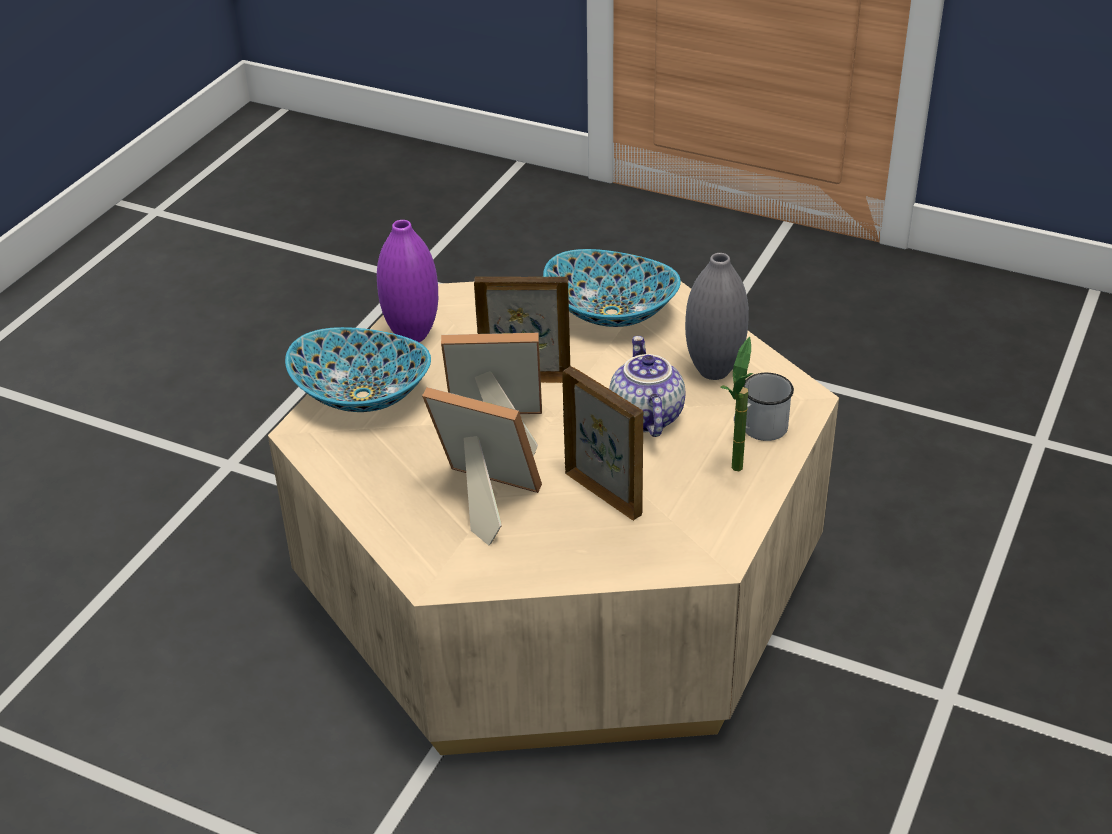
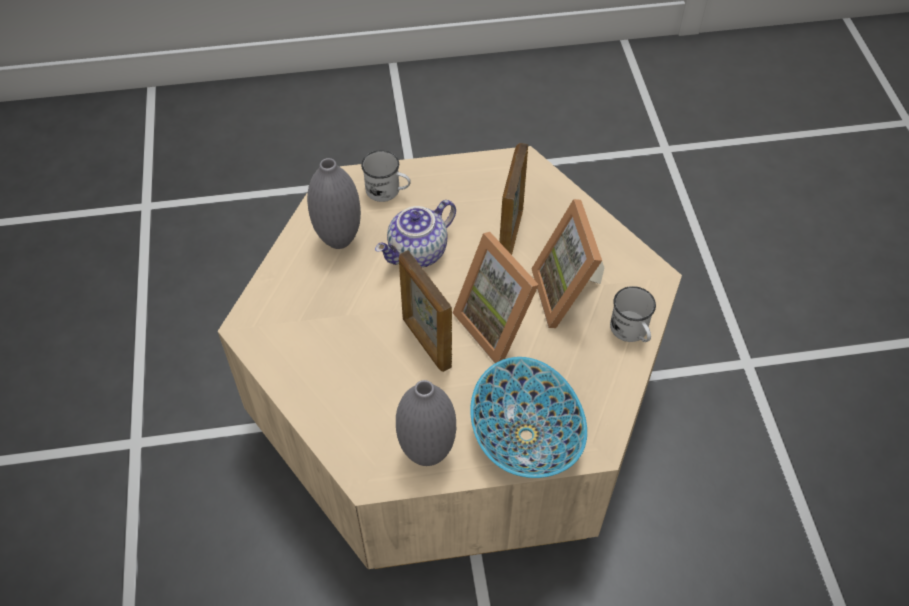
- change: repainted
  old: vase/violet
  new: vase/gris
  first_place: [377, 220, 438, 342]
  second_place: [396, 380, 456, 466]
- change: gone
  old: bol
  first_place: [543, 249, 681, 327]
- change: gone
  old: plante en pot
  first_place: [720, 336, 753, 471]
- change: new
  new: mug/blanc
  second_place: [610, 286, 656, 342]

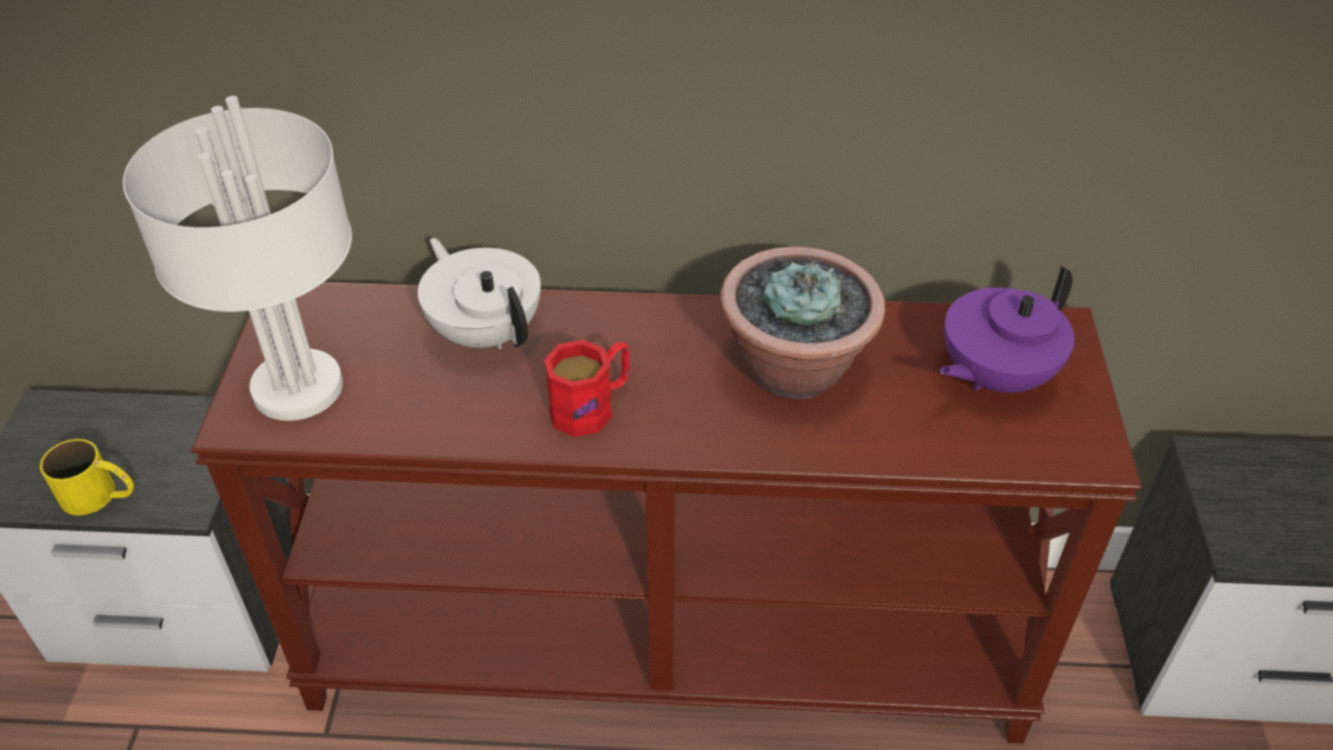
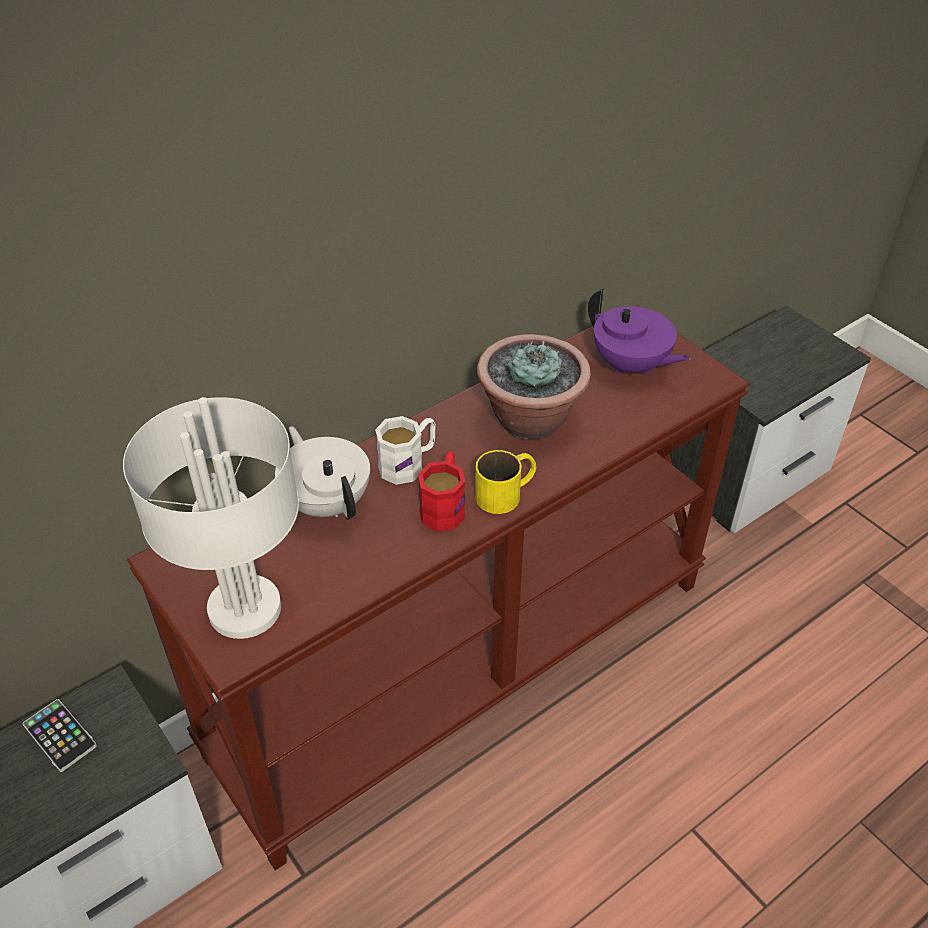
- change: rotated
  old: théière/blanc
  first_place: [418, 238, 541, 349]
  second_place: [275, 426, 370, 520]
  degrees: 45
- change: rotated
  old: théière/violet
  first_place: [940, 266, 1074, 393]
  second_place: [588, 289, 690, 375]
  degrees: -60
- change: shifted
  old: mug/jaune
  first_place: [40, 439, 134, 516]
  second_place: [475, 450, 537, 514]
- change: new
  new: mug/blanc
  second_place: [375, 416, 436, 485]
- change: new
  new: téléphone
  second_place: [23, 699, 97, 772]

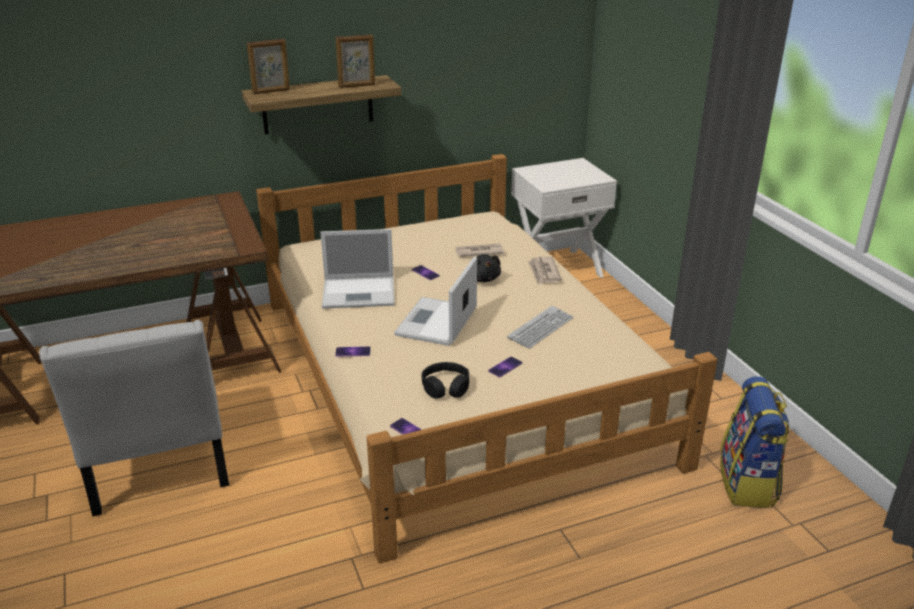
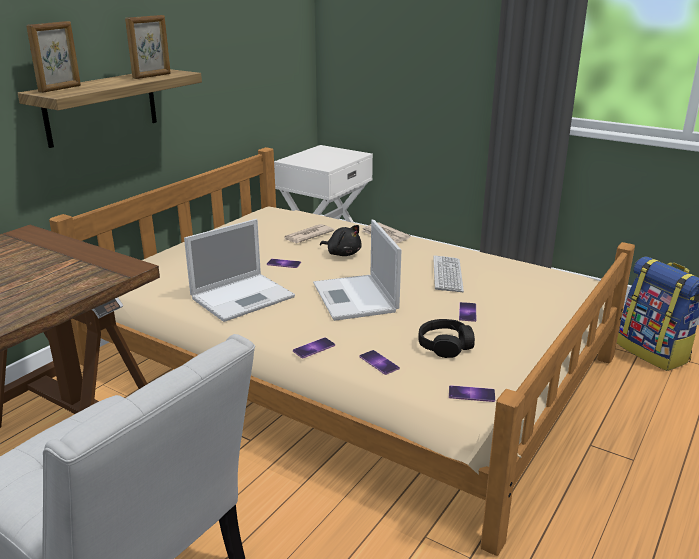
- change: new
  new: téléphone
  second_place: [360, 350, 400, 375]

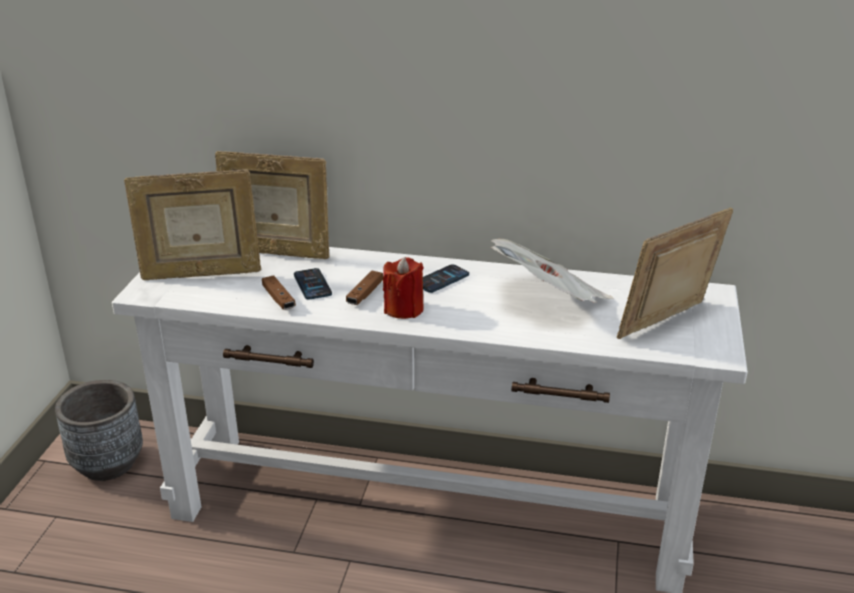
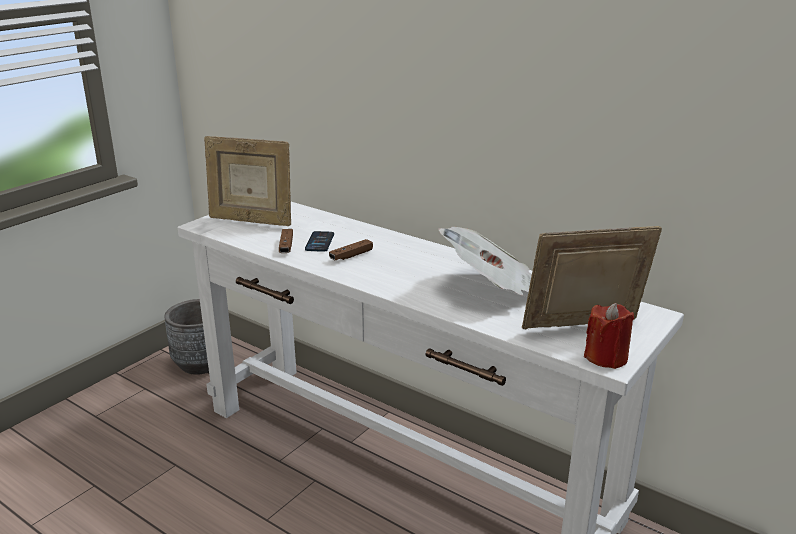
- change: gone
  old: cadre photo
  first_place: [215, 151, 329, 259]
- change: shifted
  old: bougie/rouge
  first_place: [383, 257, 424, 319]
  second_place: [584, 303, 634, 369]
- change: gone
  old: téléphone
  first_place: [423, 264, 469, 293]

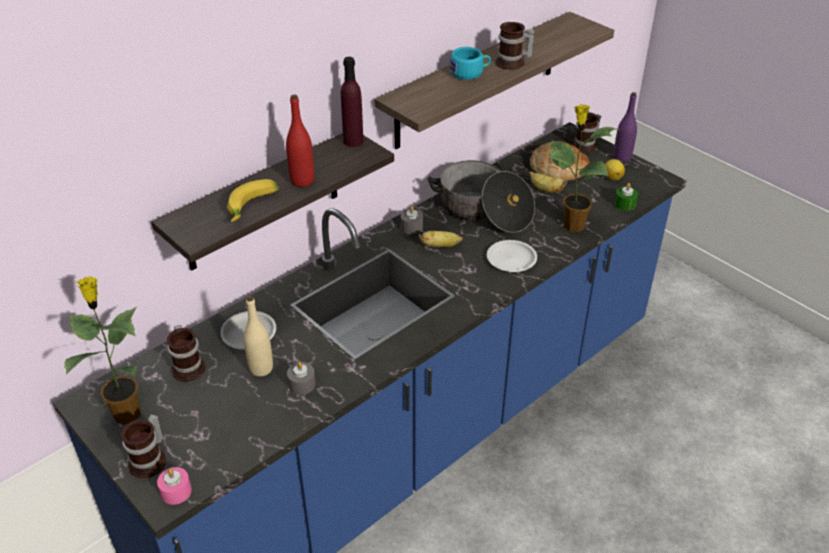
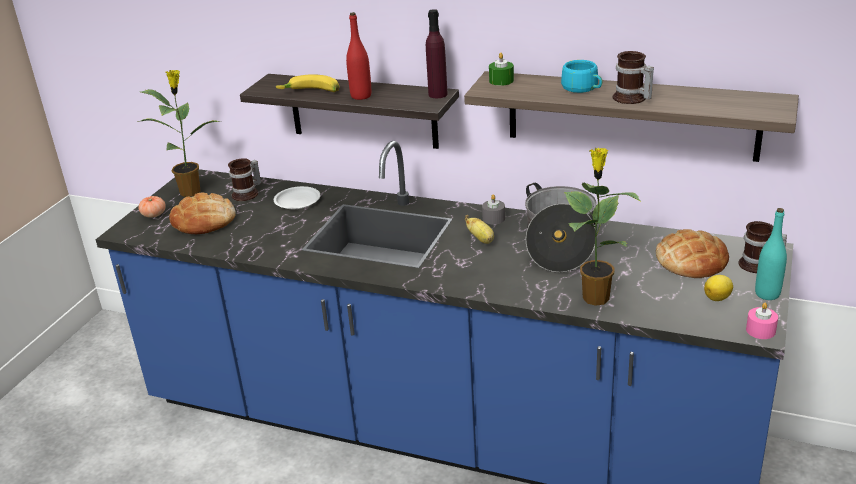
- change: repainted
  old: bouteille/violet
  new: bouteille/turquoise
  first_place: [613, 92, 637, 162]
  second_place: [755, 208, 787, 300]
- change: gone
  old: banane
  first_place: [530, 172, 567, 193]
- change: shifted
  old: bougie/vert
  first_place: [614, 183, 638, 211]
  second_place: [489, 53, 514, 86]
- change: gone
  old: assiette/blanc
  first_place: [487, 240, 537, 272]
- change: gone
  old: bouteille/beige
  first_place: [243, 296, 273, 377]
- change: gone
  old: bougie/gris
  first_place: [287, 362, 316, 395]
- change: swapped
  old: mug
  new: tomate
  first_place: [121, 414, 166, 478]
  second_place: [139, 196, 166, 218]
- change: shifted
  old: bougie/rose
  first_place: [157, 467, 192, 505]
  second_place: [746, 302, 778, 339]
- change: new
  new: pain
  second_place: [169, 192, 236, 234]

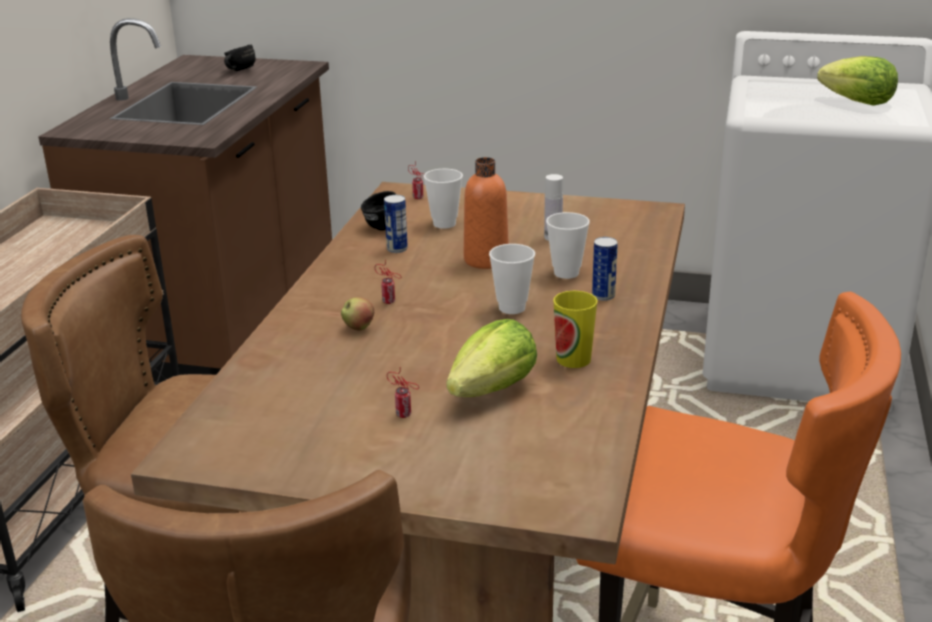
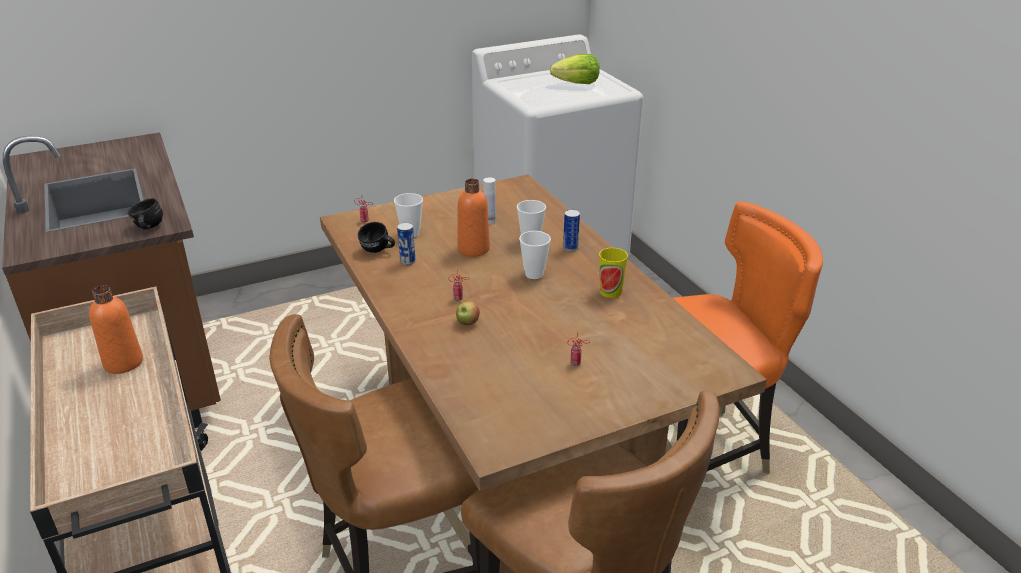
- change: shifted
  old: mug/noir
  first_place: [224, 45, 256, 71]
  second_place: [128, 198, 163, 230]
- change: gone
  old: laitue
  first_place: [446, 319, 537, 397]
- change: new
  new: bouteille/orange
  second_place: [89, 286, 143, 374]

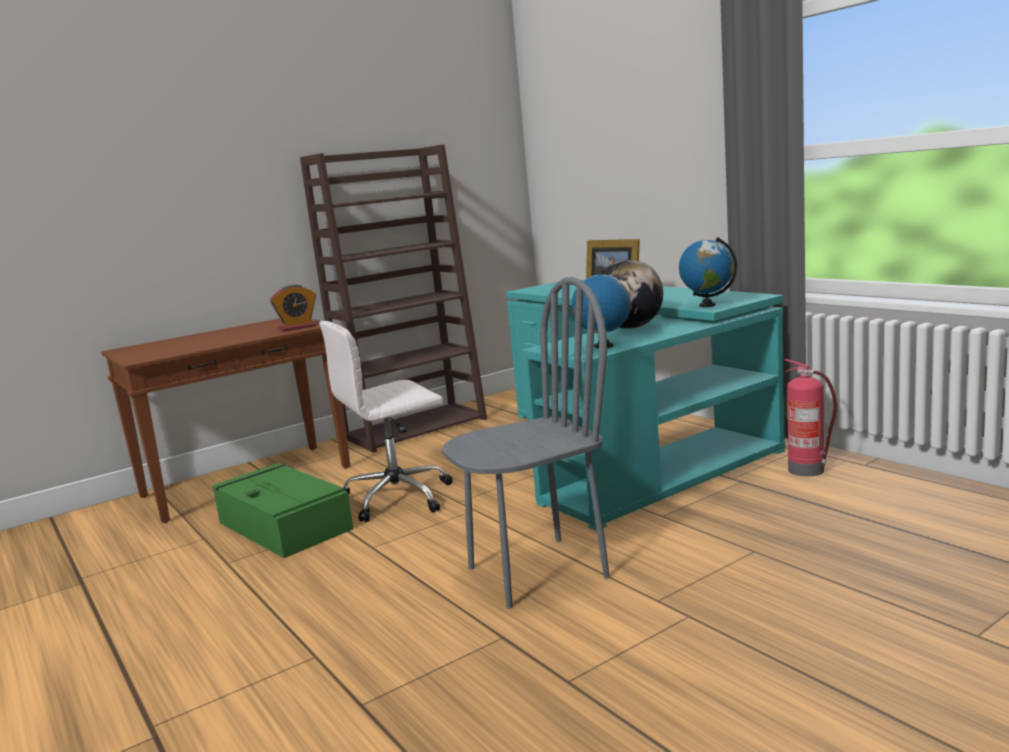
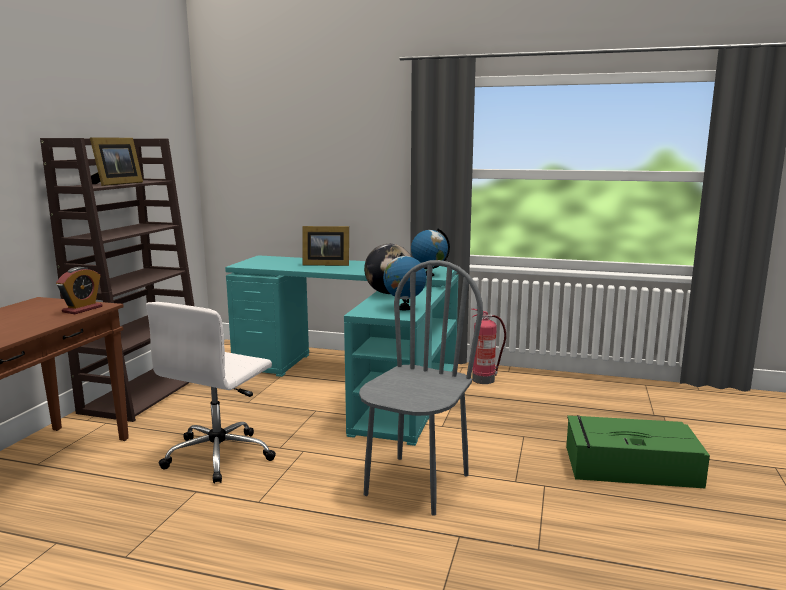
- change: shifted
  old: boîte de rangement/vert
  first_place: [212, 463, 353, 558]
  second_place: [566, 415, 710, 489]
- change: new
  new: cadre photo
  second_place: [90, 137, 143, 186]

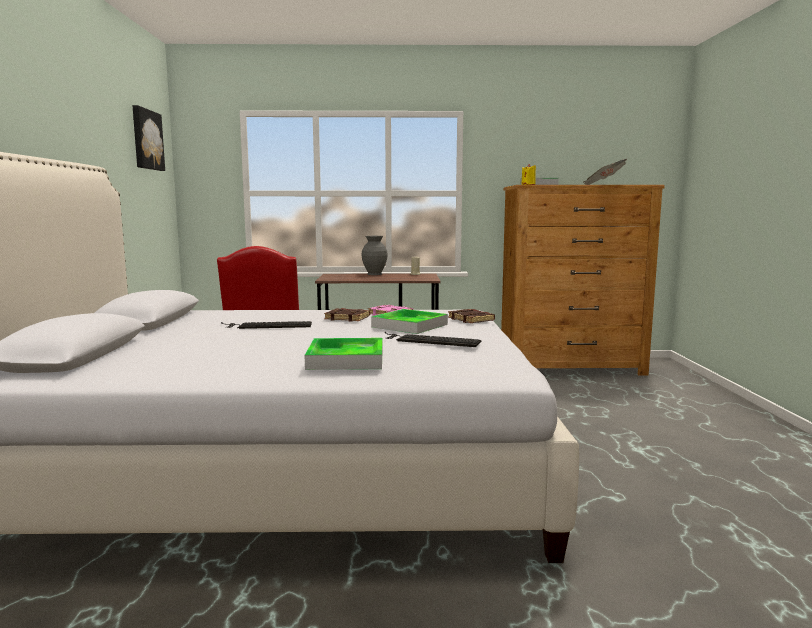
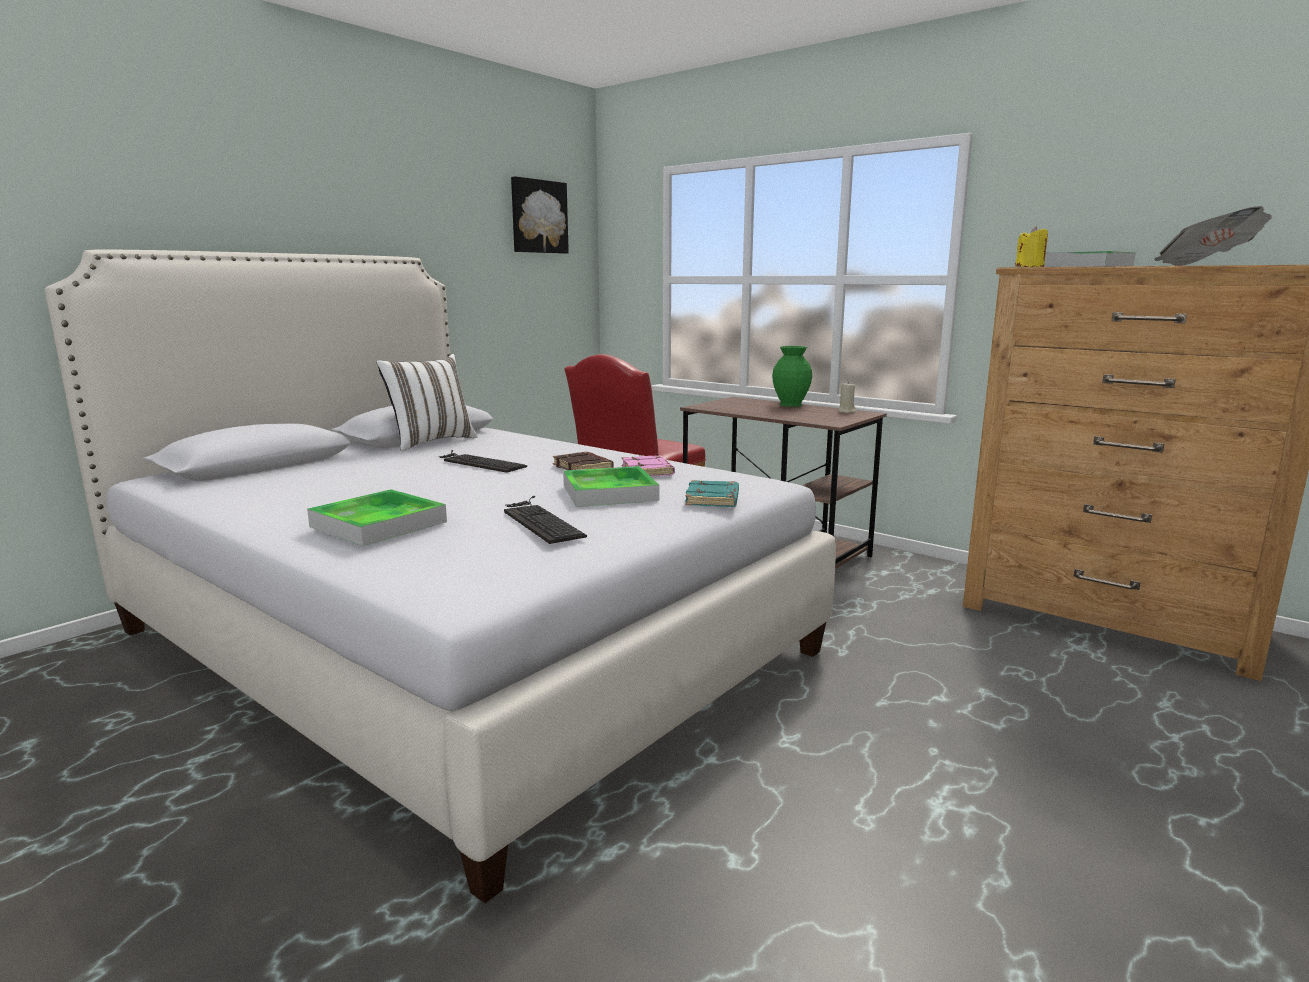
- change: repainted
  old: vase/gris
  new: vase/vert
  first_place: [361, 236, 388, 275]
  second_place: [772, 346, 812, 407]
- change: repainted
  old: livre/marron
  new: livre/turquoise
  first_place: [448, 309, 495, 323]
  second_place: [685, 480, 739, 507]
- change: new
  new: coussin/blanc
  second_place: [376, 354, 477, 451]

